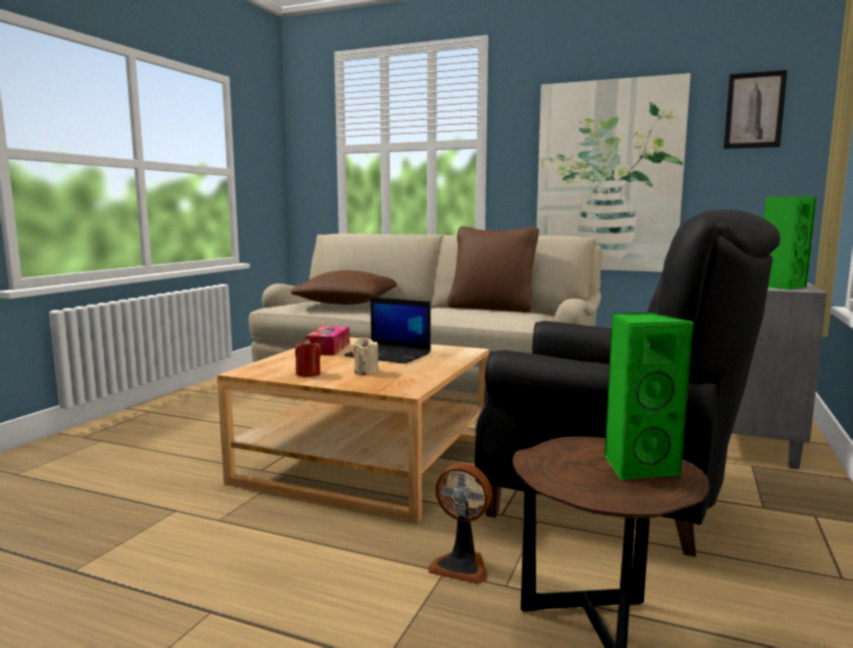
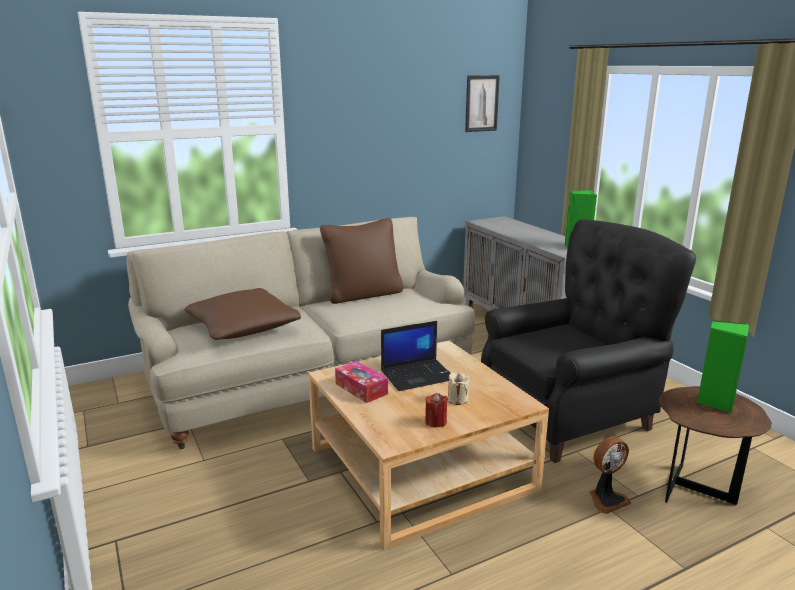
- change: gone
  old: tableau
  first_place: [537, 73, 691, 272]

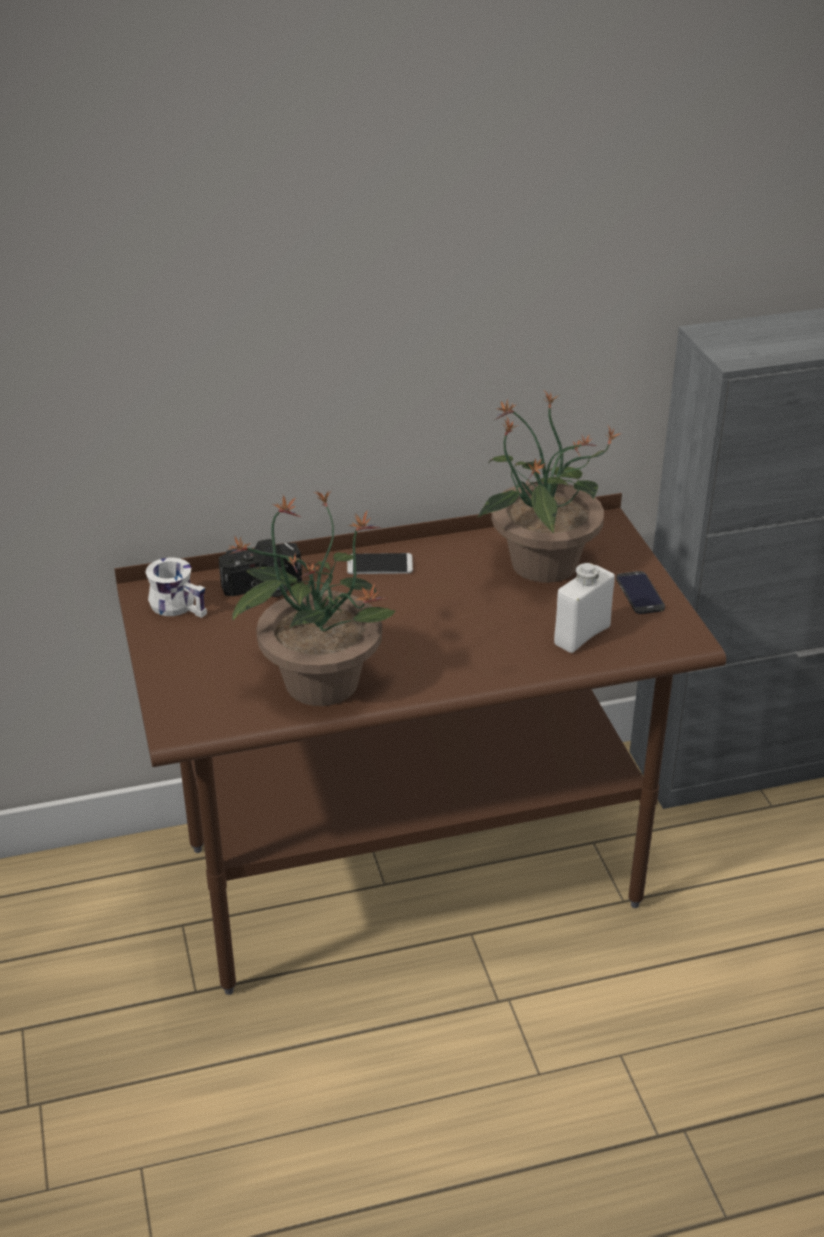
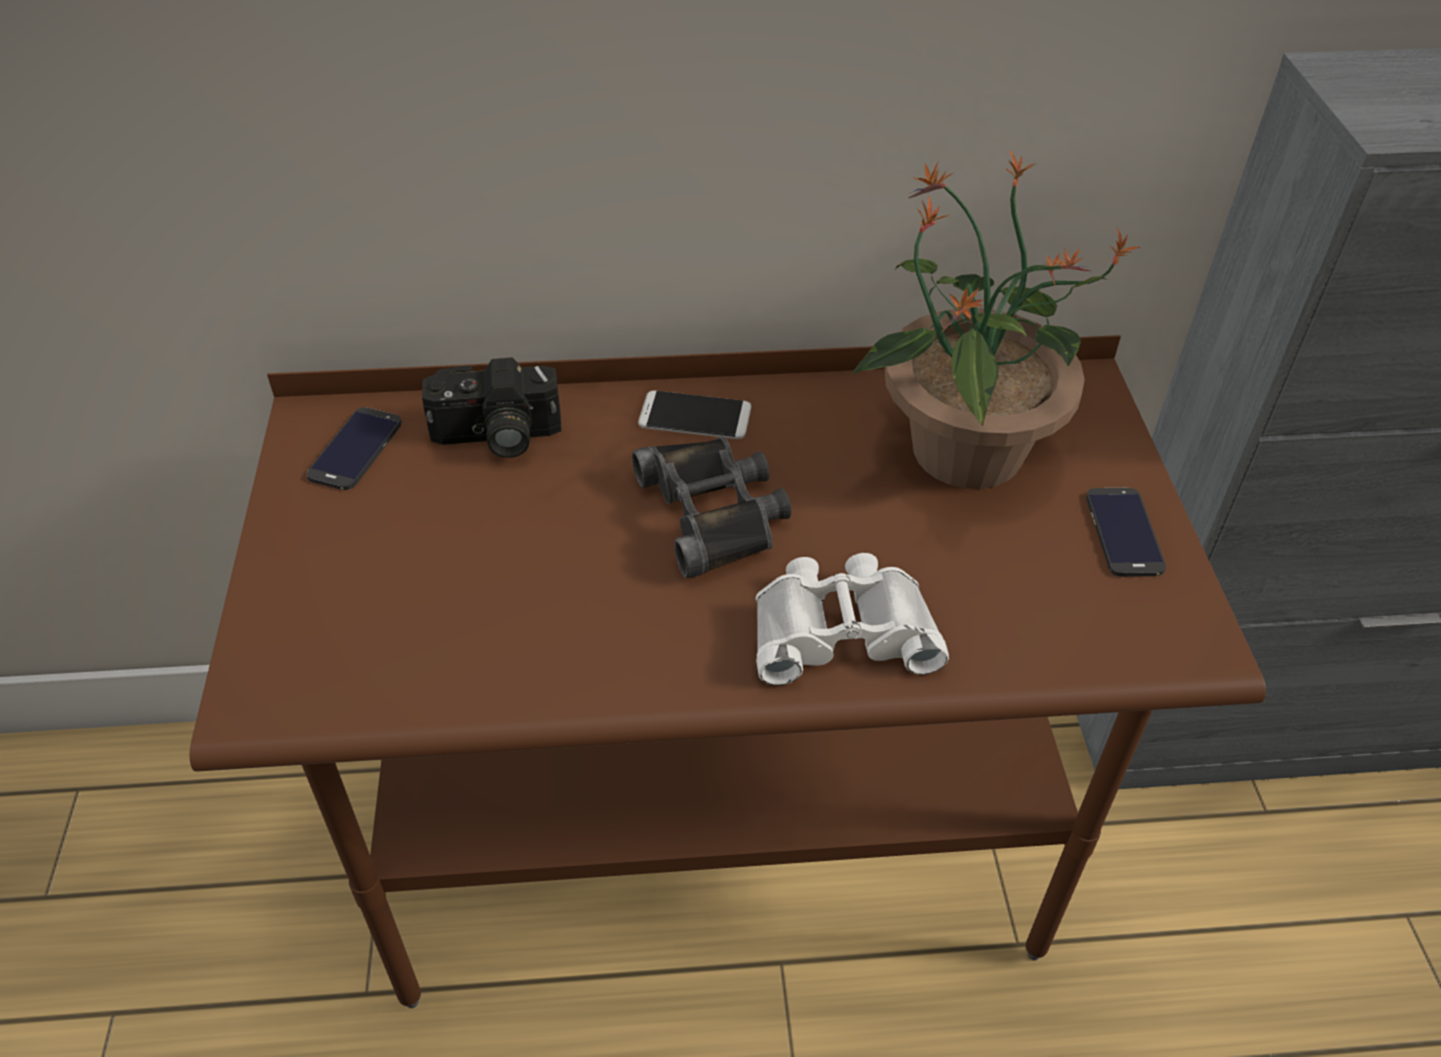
- change: gone
  old: plante en pot
  first_place: [227, 491, 395, 706]
- change: swapped
  old: mug/blanc
  new: téléphone
  first_place: [145, 558, 207, 618]
  second_place: [307, 407, 402, 490]
- change: gone
  old: bouteille/blanc
  first_place: [554, 563, 615, 653]
- change: new
  new: jumelles/noir
  second_place: [632, 437, 791, 578]
- change: new
  new: jumelles/blanc
  second_place: [756, 553, 949, 686]

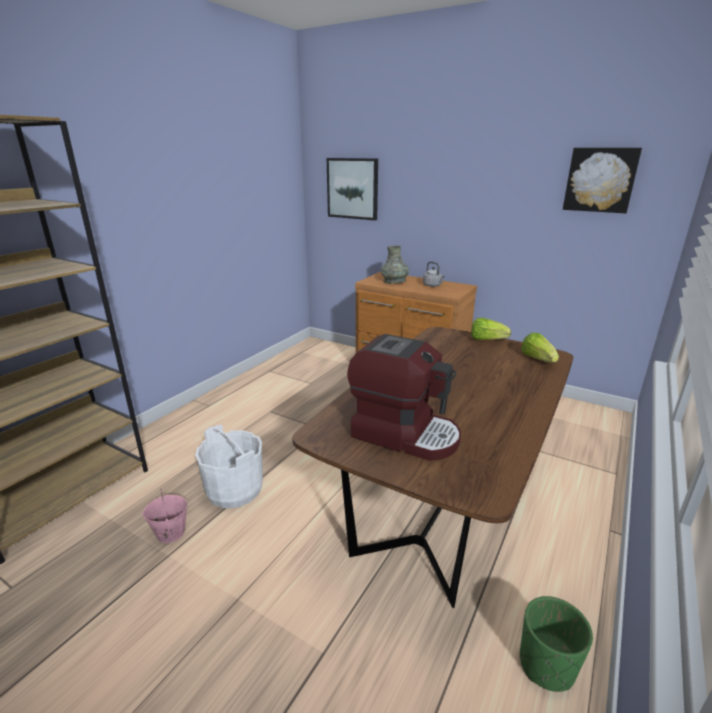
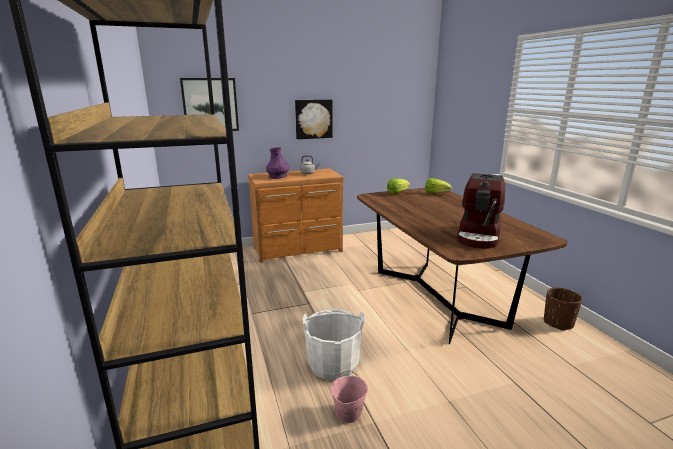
- change: shifted
  old: tableau
  first_place: [563, 148, 642, 213]
  second_place: [295, 100, 333, 139]
- change: repainted
  old: vase/gris
  new: vase/violet
  first_place: [381, 246, 409, 283]
  second_place: [266, 147, 289, 179]
- change: rotated
  old: machine à café
  first_place: [347, 334, 461, 461]
  second_place: [457, 173, 505, 249]
  degrees: 135
- change: repainted
  old: cache-pot/vert
  new: cache-pot/marron
  first_place: [520, 596, 593, 692]
  second_place: [544, 288, 582, 331]

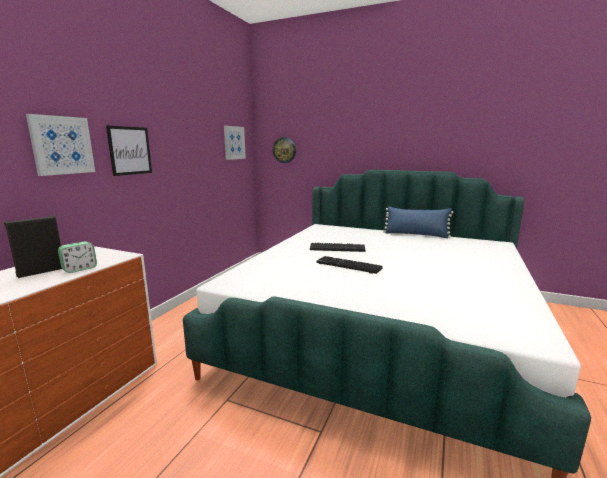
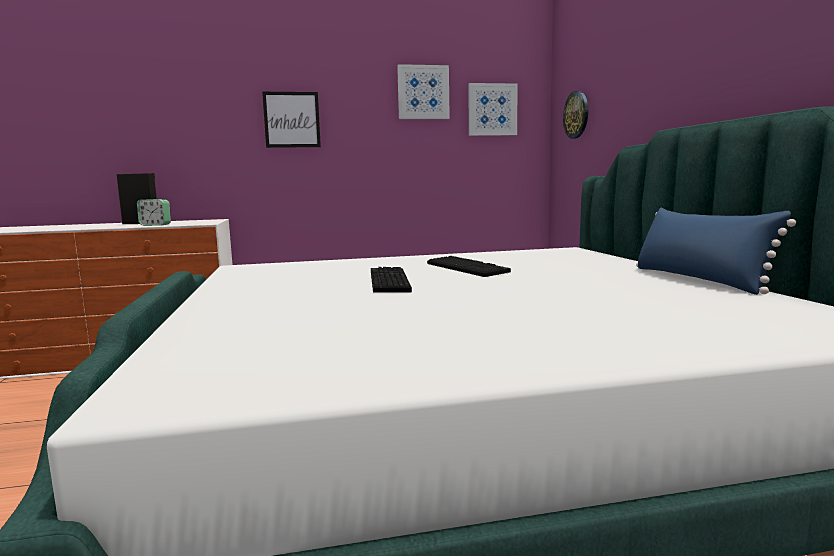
- change: shifted
  old: tableau
  first_place: [26, 114, 95, 176]
  second_place: [397, 64, 450, 119]

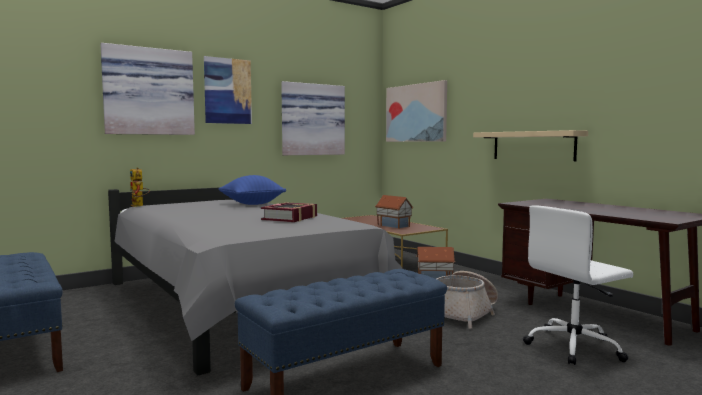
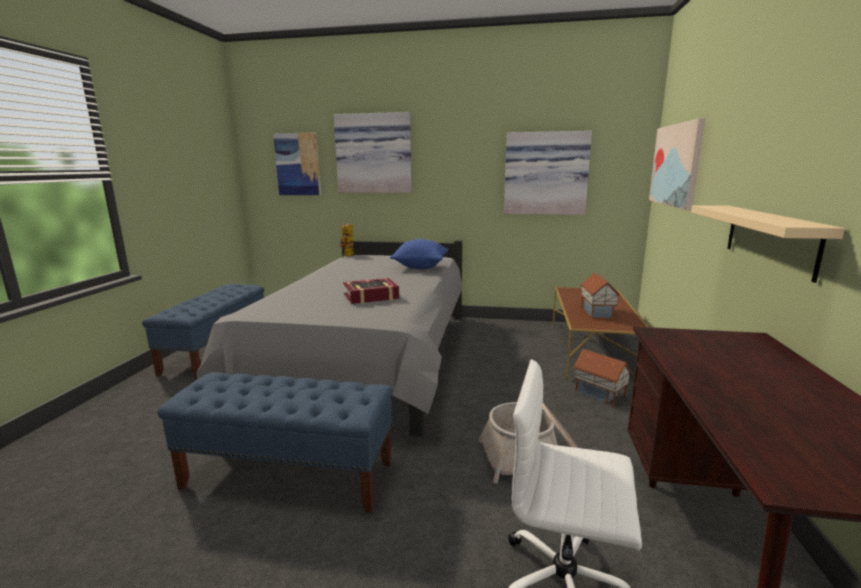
- change: shifted
  old: tableau
  first_place: [204, 56, 252, 124]
  second_place: [273, 133, 321, 195]

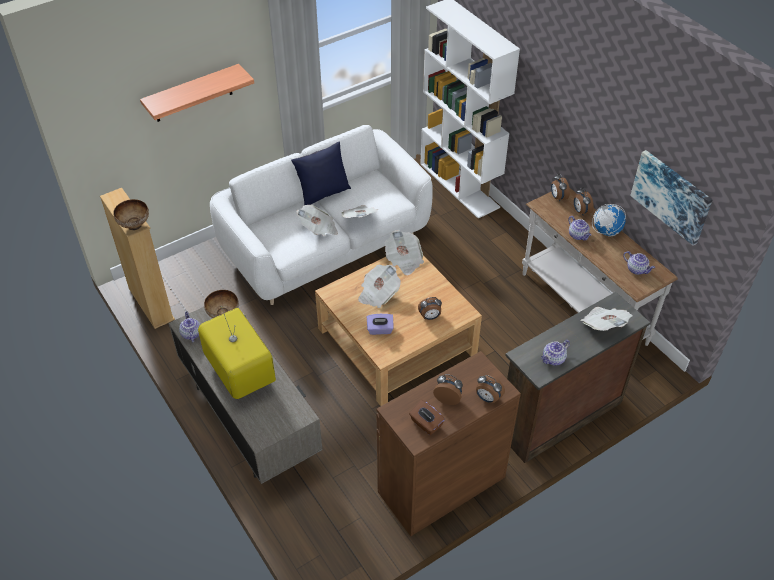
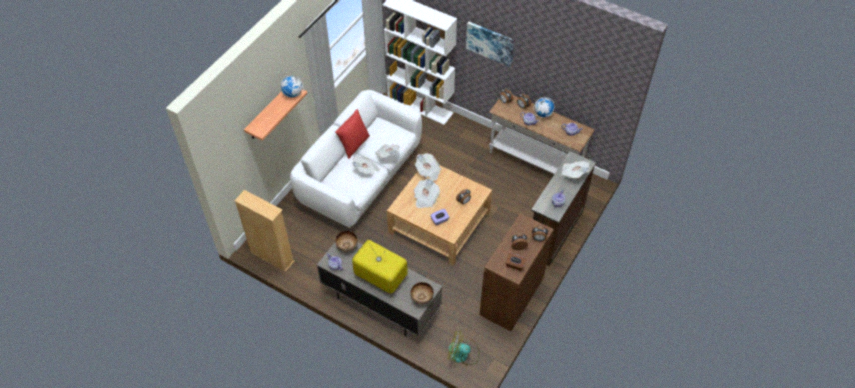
- change: repainted
  old: coussin/bleu
  new: coussin/rouge
  first_place: [291, 142, 351, 205]
  second_place: [335, 109, 370, 159]
- change: shifted
  old: tableau
  first_place: [630, 150, 713, 246]
  second_place: [466, 22, 515, 67]
- change: shifted
  old: bol
  first_place: [113, 199, 149, 230]
  second_place: [410, 282, 434, 304]
- change: new
  new: globe
  second_place: [280, 75, 303, 98]
- change: new
  new: ventilateur
  second_place: [448, 331, 479, 365]

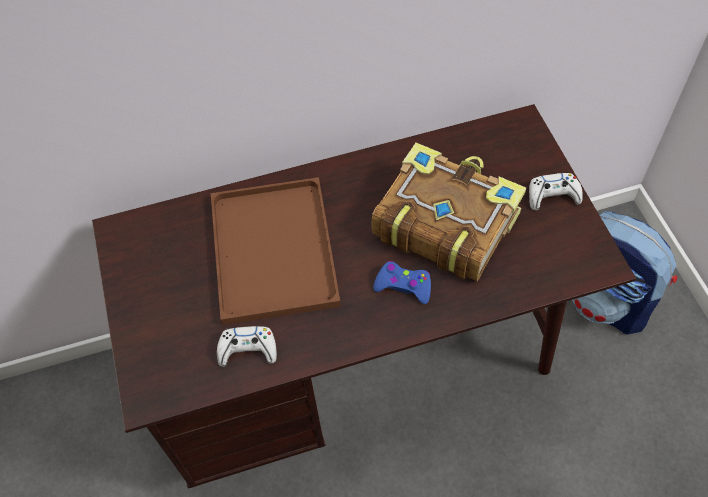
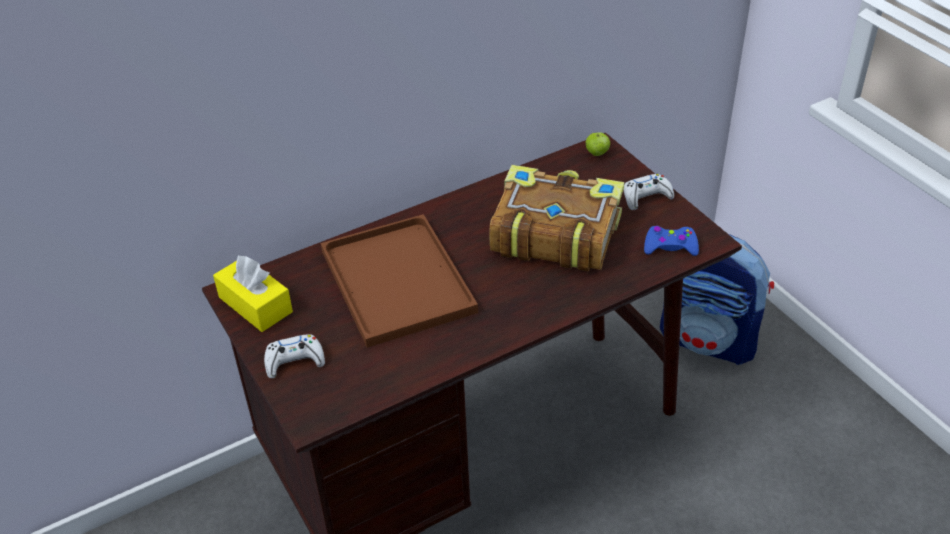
- change: shifted
  old: manette/bleu
  first_place: [373, 261, 431, 304]
  second_place: [644, 226, 699, 256]
- change: shifted
  old: manette/blanc
  first_place: [217, 326, 277, 367]
  second_place: [264, 334, 325, 379]
- change: new
  new: pomme
  second_place: [586, 132, 610, 156]
- change: new
  new: boîte à mouchoirs/jaune
  second_place: [213, 256, 293, 332]

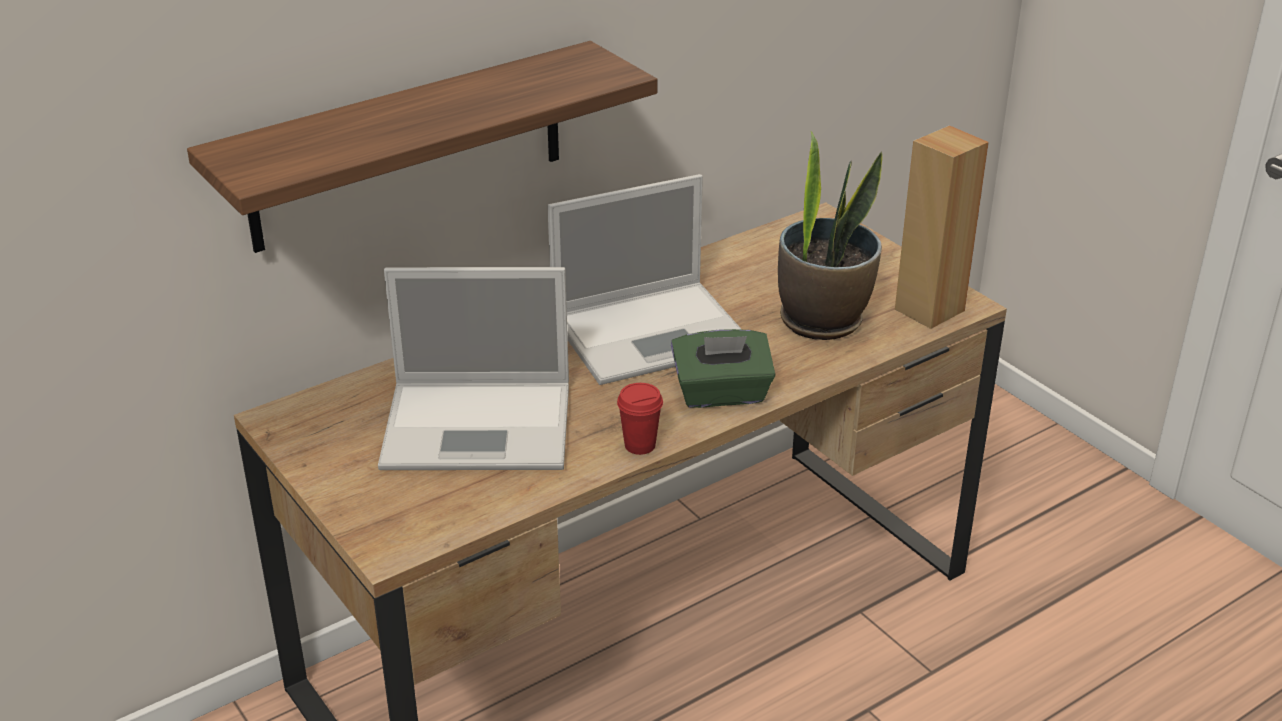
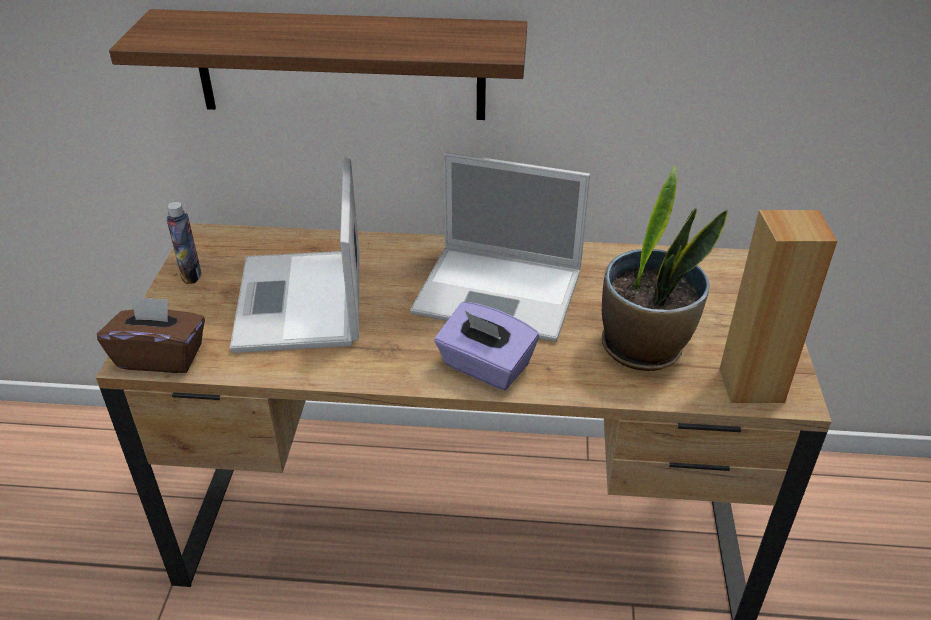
- change: rotated
  old: ordinateur portable
  first_place: [378, 267, 569, 470]
  second_place: [230, 157, 359, 353]
  degrees: 45
- change: repainted
  old: boîte à mouchoirs/vert
  new: boîte à mouchoirs/violet
  first_place: [671, 329, 776, 408]
  second_place: [434, 302, 539, 390]
- change: gone
  old: tasse/rouge
  first_place: [617, 383, 663, 455]
- change: new
  new: bouteille
  second_place: [167, 202, 201, 284]
- change: new
  new: boîte à mouchoirs/marron
  second_place: [97, 295, 205, 373]

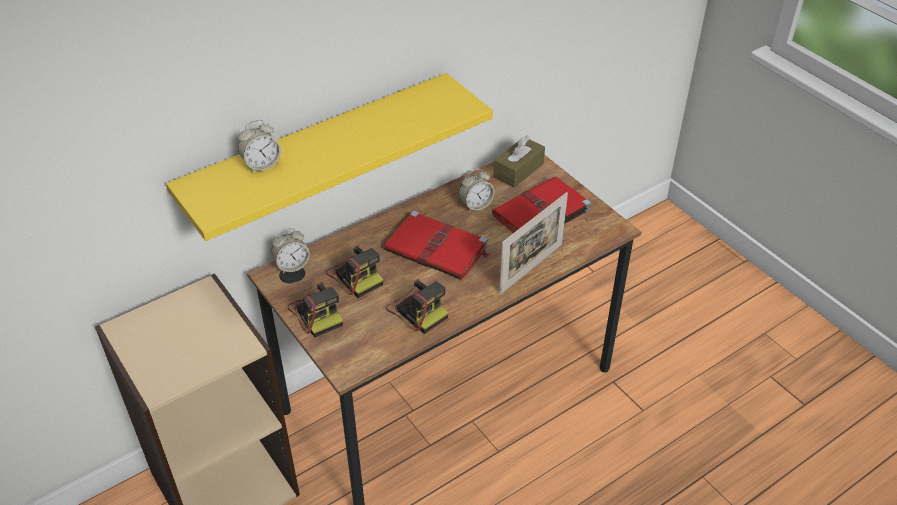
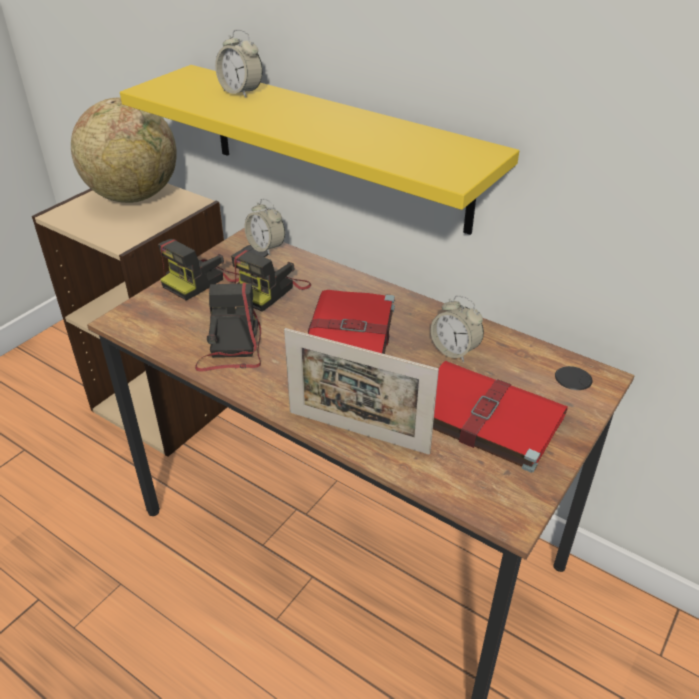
- change: gone
  old: boîte à mouchoirs/marron
  first_place: [493, 135, 545, 188]
- change: rotated
  old: appareil photo
  first_place: [386, 279, 448, 334]
  second_place: [195, 283, 261, 372]
  degrees: 150
- change: new
  new: globe
  second_place: [71, 97, 177, 203]

